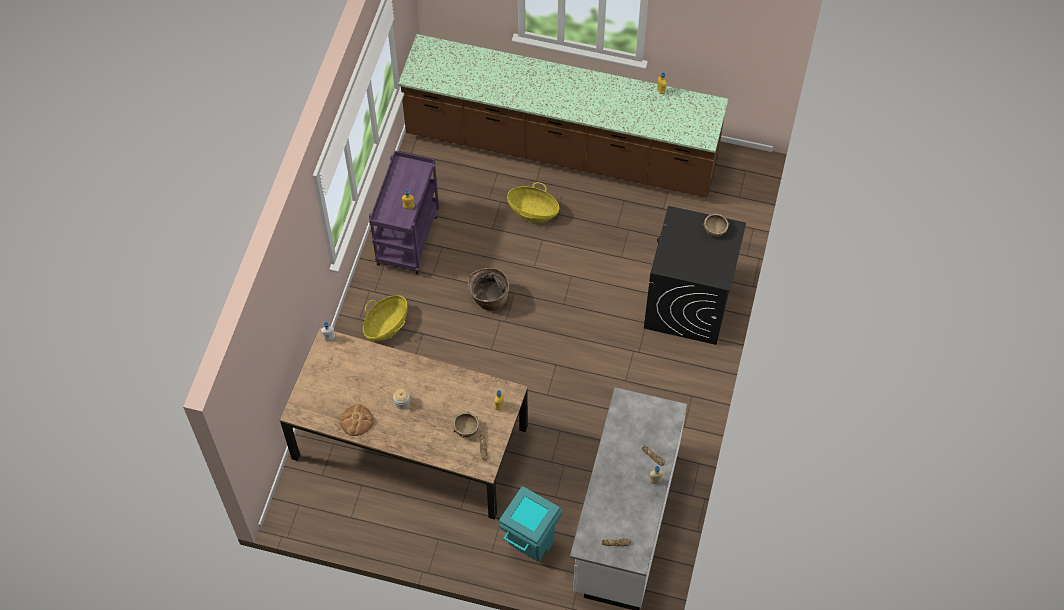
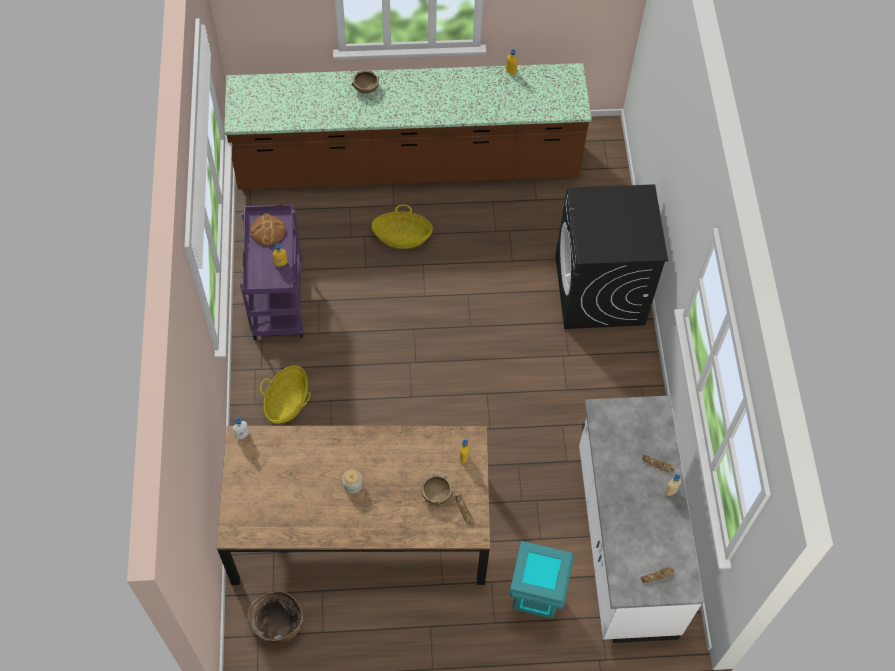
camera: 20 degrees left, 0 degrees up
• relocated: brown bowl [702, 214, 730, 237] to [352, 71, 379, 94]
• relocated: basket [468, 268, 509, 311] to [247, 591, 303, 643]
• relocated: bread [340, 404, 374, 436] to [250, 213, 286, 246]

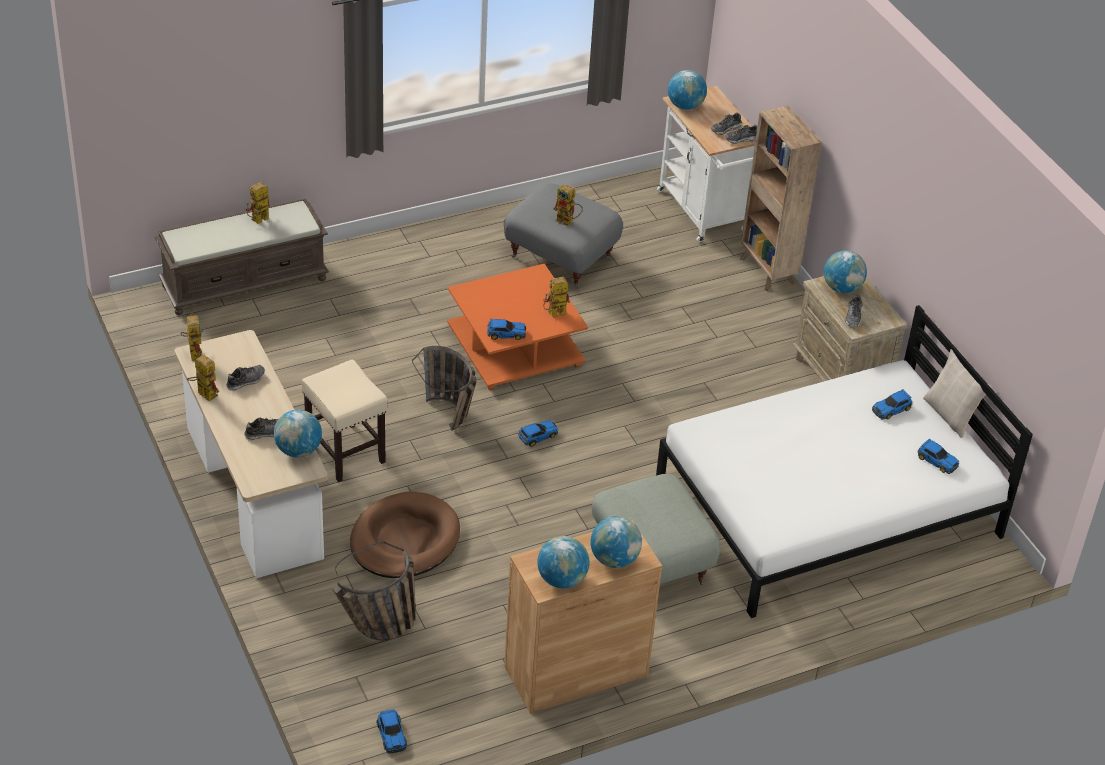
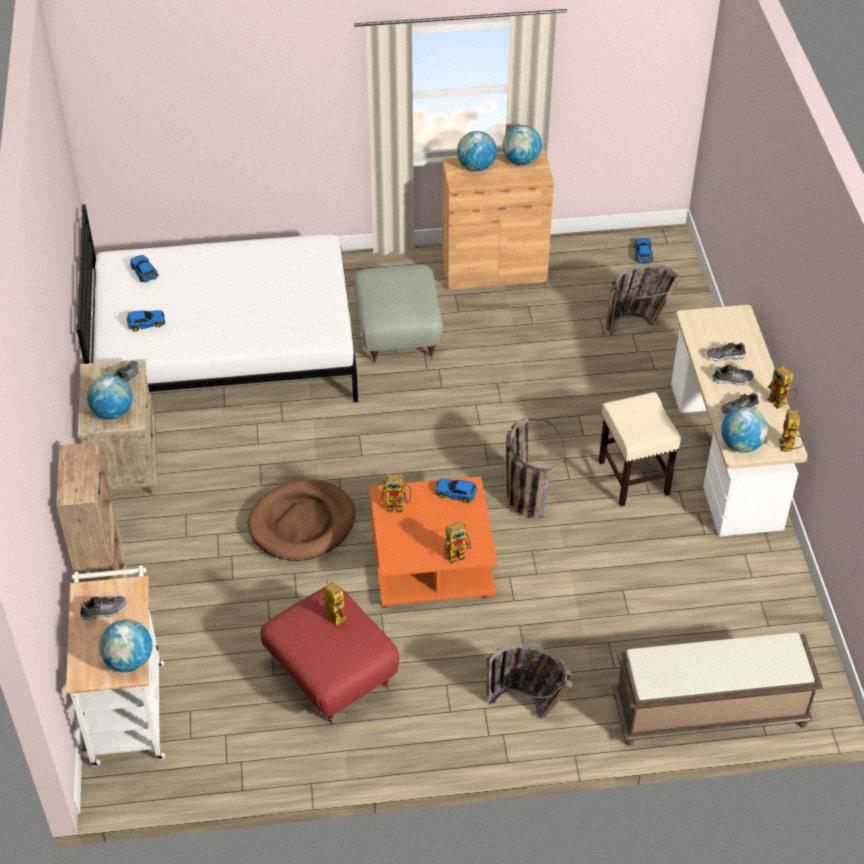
camera: 160 degrees left, 5 degrees up
• relocated: shoe [725, 125, 757, 144] to [712, 365, 754, 386]
• relocated: toy robot [246, 182, 270, 224] to [443, 521, 472, 564]
• colour: grey ottoman [504, 183, 623, 288] to red ottoman [260, 587, 399, 724]
• missing: beige pillow [923, 349, 992, 438]
• relocated: globe [274, 410, 322, 458] to [721, 407, 768, 453]
• missing: toy car [518, 420, 558, 447]
• relocated: brown dog bed [350, 492, 460, 578] to [248, 479, 356, 561]
• appeared: basket [486, 644, 573, 719]

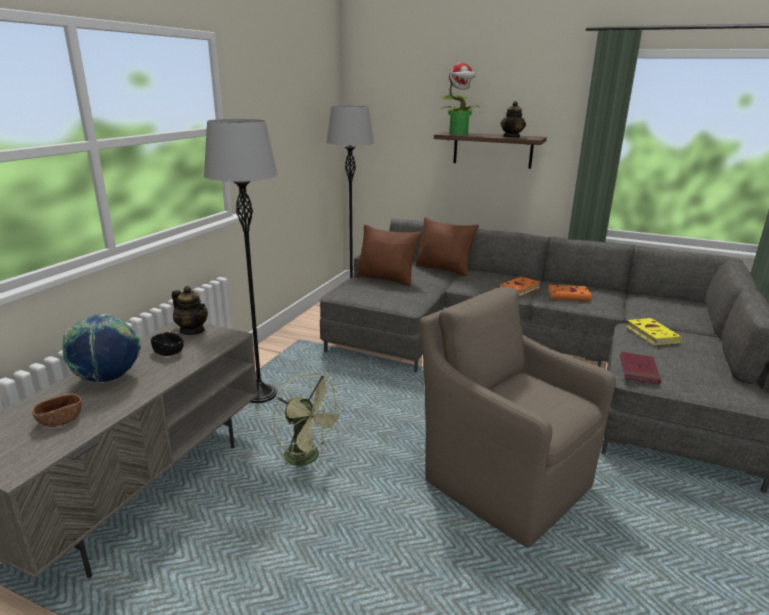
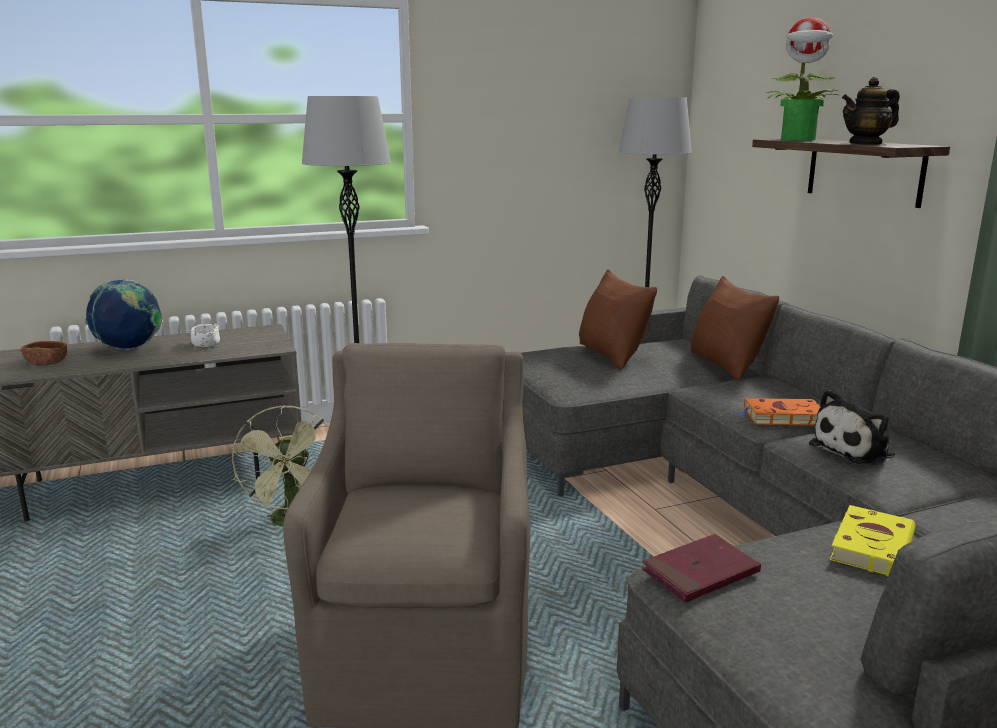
camera: 45 degrees right, 5 degrees down
• exchanged: orange book [548, 285, 597, 301] to plush toy [809, 390, 895, 465]
• missing: teapot [172, 286, 208, 335]
• colour: black bowl [151, 332, 184, 356] to white bowl [191, 324, 220, 347]

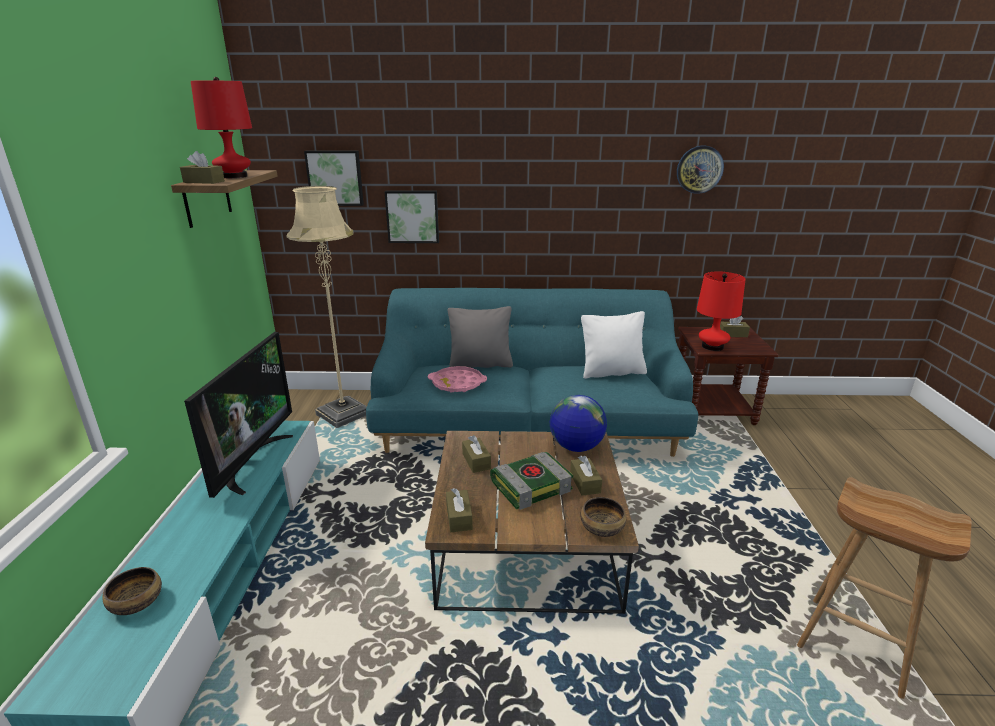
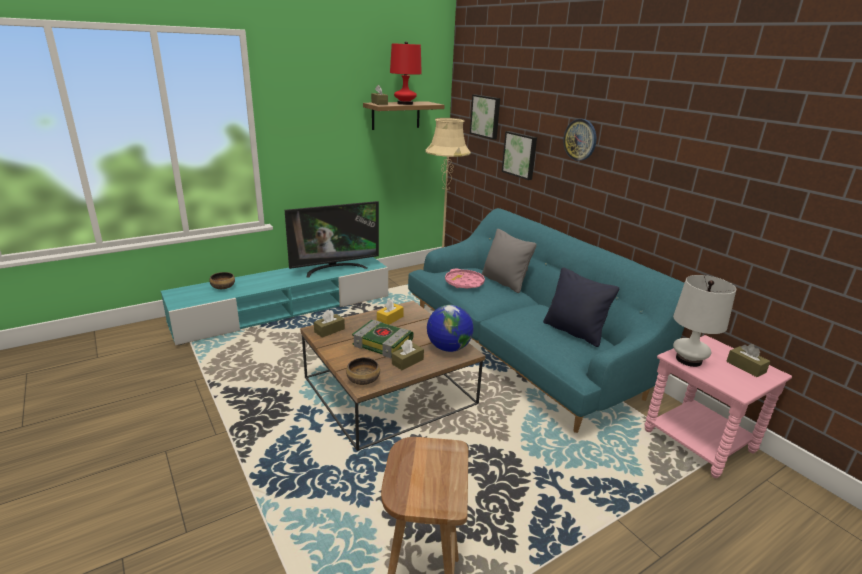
camera: 55 degrees right, 0 degrees up
• relocated: wall clock [677, 146, 724, 194] to [563, 119, 597, 161]
• colour: red table lamp [697, 271, 746, 351] to white table lamp [673, 275, 736, 367]
• colour: white pillow [581, 311, 647, 379] to black pillow [543, 267, 619, 347]
• colour: brown side table [678, 327, 778, 425] to pink side table [644, 335, 792, 478]
• colour: brown tissue box [462, 435, 491, 473] to yellow tissue box [377, 299, 404, 325]

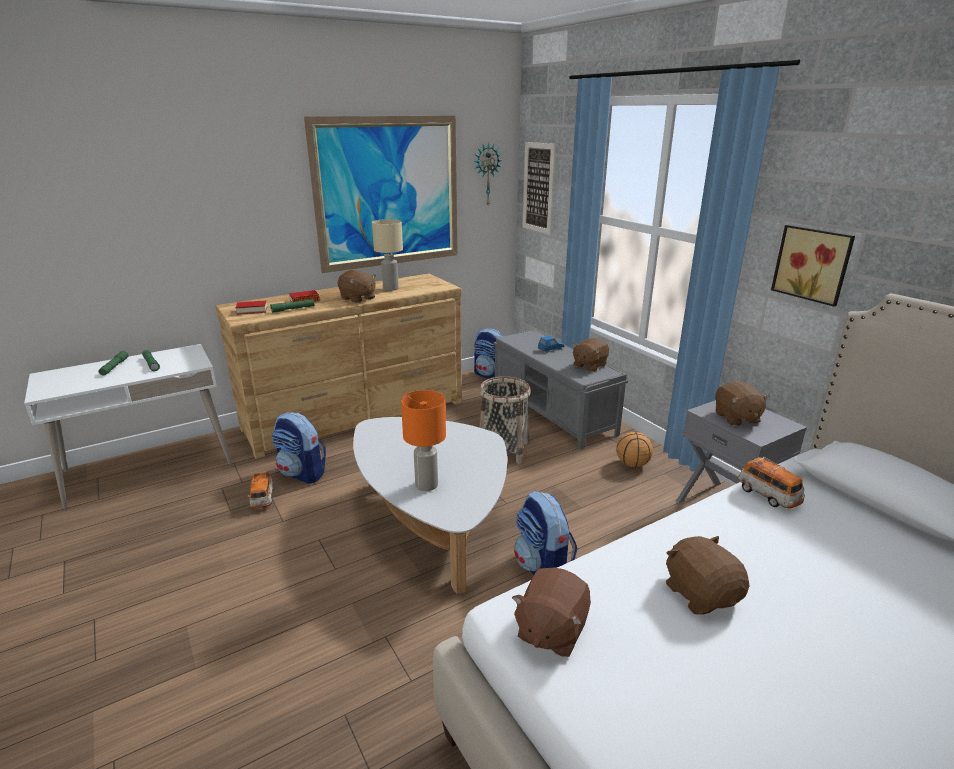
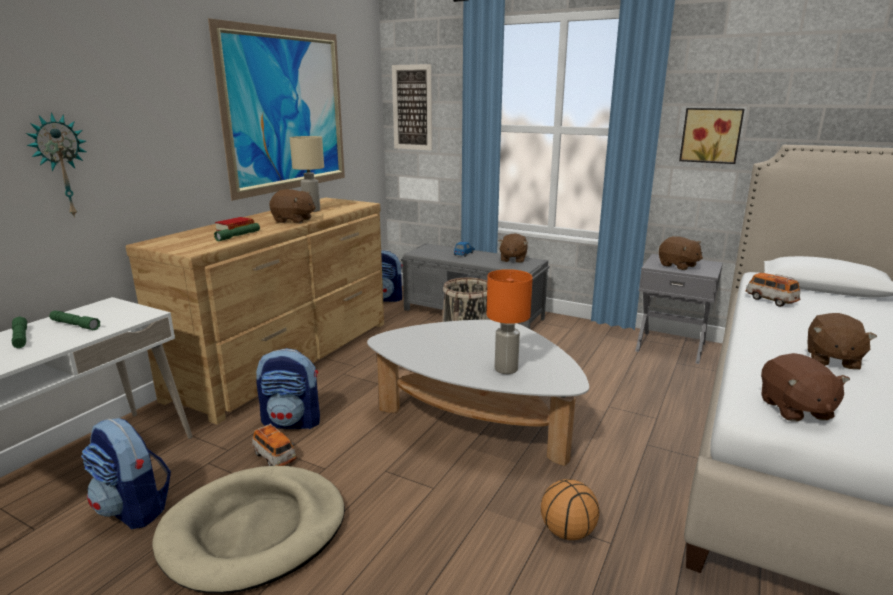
camera: 30 degrees left, 5 degrees down
• relocated: wall clock [474, 143, 502, 205] to [26, 112, 86, 218]
• missing: book [236, 300, 267, 315]
• relocated: basketball [616, 432, 653, 467] to [541, 479, 599, 540]
• spun: toy car [738, 457, 805, 508] = [746, 273, 800, 307] 150 degrees counterclockwise
• relocated: backpack [514, 491, 577, 575] to [81, 418, 171, 529]
• spun: brown plush toy [666, 536, 750, 615] = [807, 313, 877, 370] 105 degrees counterclockwise
• appeared: beige dog bed [152, 466, 345, 593]

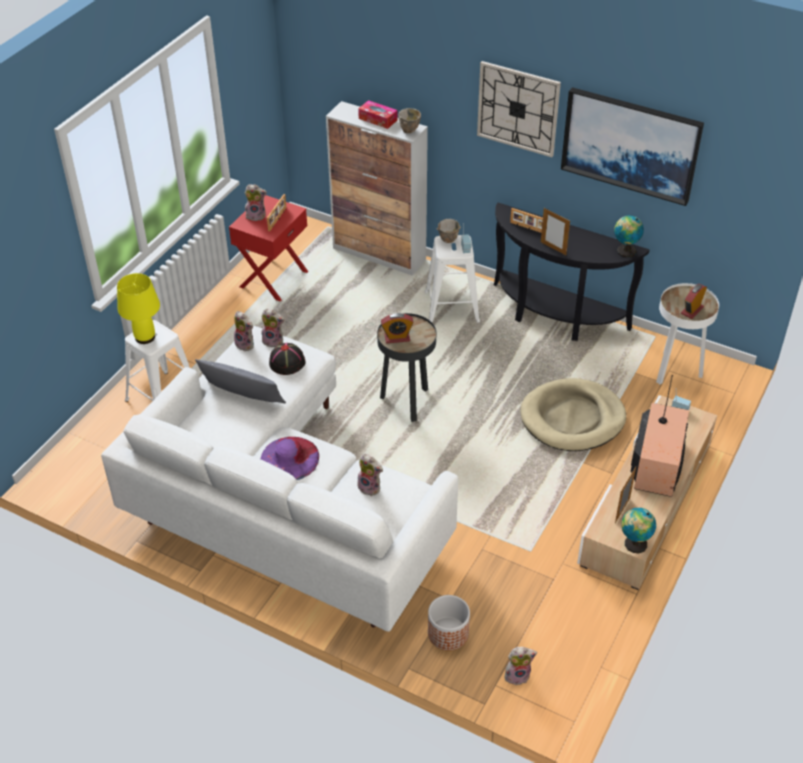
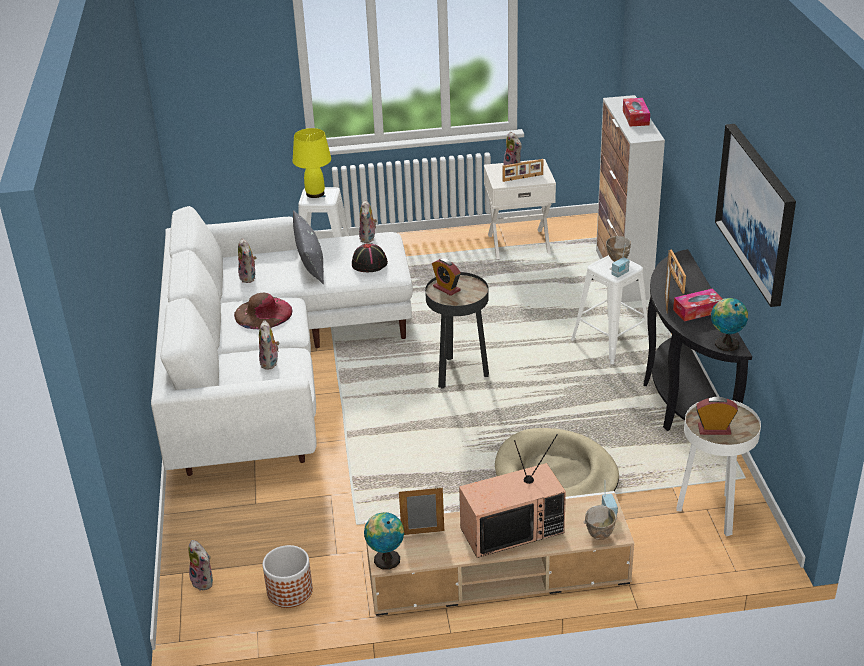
camera: 55 degrees right, 10 degrees down
• missing: wall clock [477, 61, 561, 157]
• relocated: bowl [399, 108, 421, 133] to [584, 505, 617, 540]
• colour: red nightstand [229, 195, 308, 301] to white nightstand [484, 159, 556, 259]
• relocated: plush toy [261, 309, 285, 347] to [238, 238, 256, 283]
• colour: purple hat [260, 437, 319, 480] to brown hat [234, 293, 292, 329]
• relocated: planter [428, 595, 470, 651] to [263, 545, 313, 608]
• appeared: tissue box [673, 289, 723, 321]

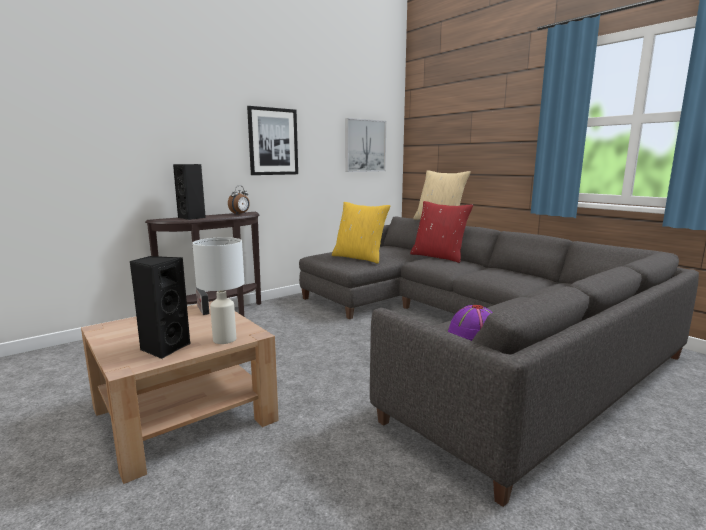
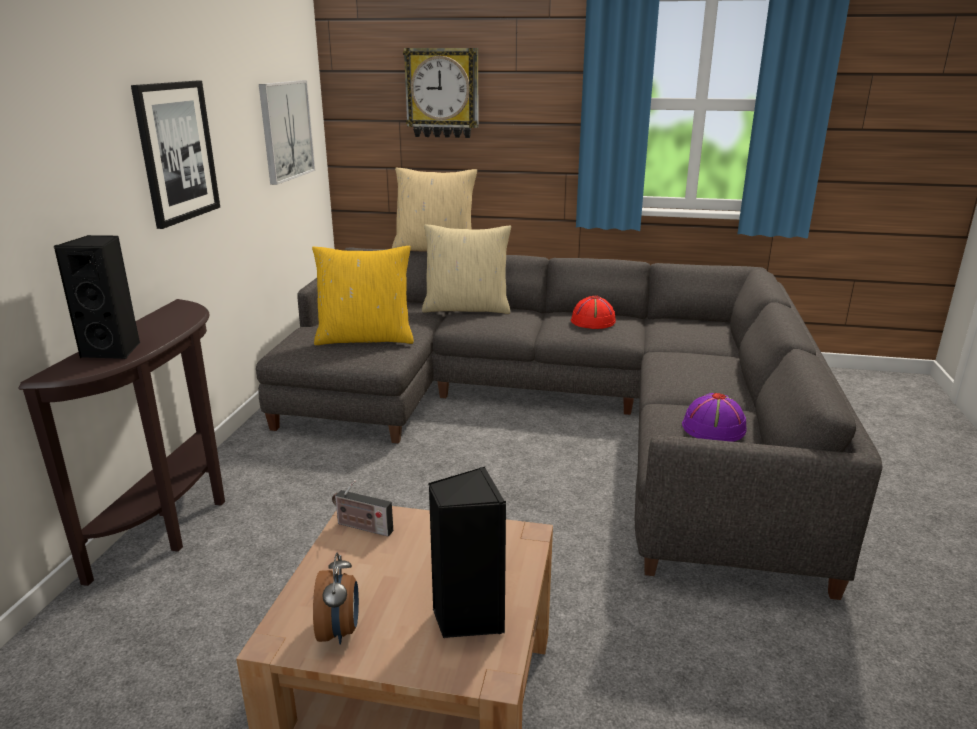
camera: 40 degrees left, 10 degrees up
• relocated: alarm clock [228, 186, 250, 215] to [313, 553, 359, 645]
• colour: red pillow [410, 201, 473, 263] to beige pillow [422, 224, 511, 314]
• missing: white table lamp [193, 237, 244, 344]
• appeared: wall clock [403, 48, 479, 138]
• appeared: red hat [571, 295, 616, 329]

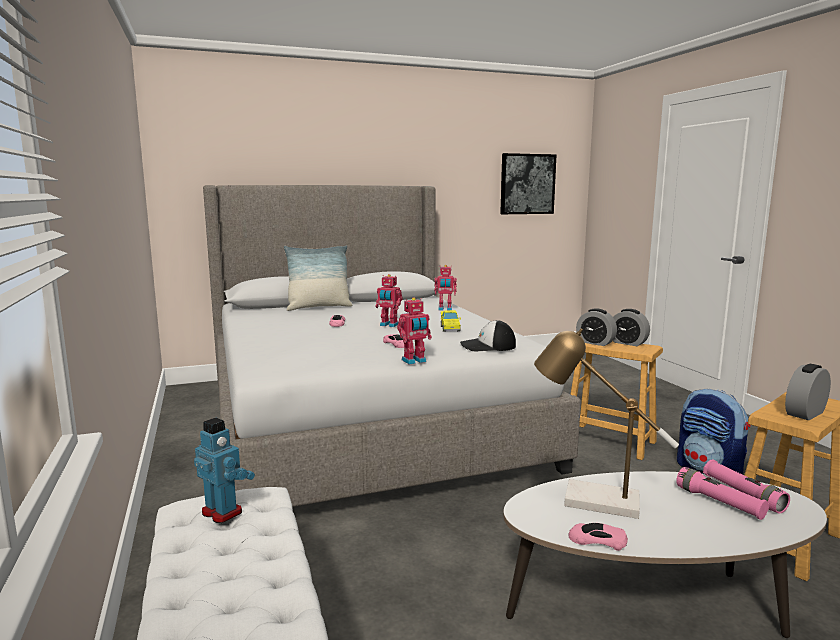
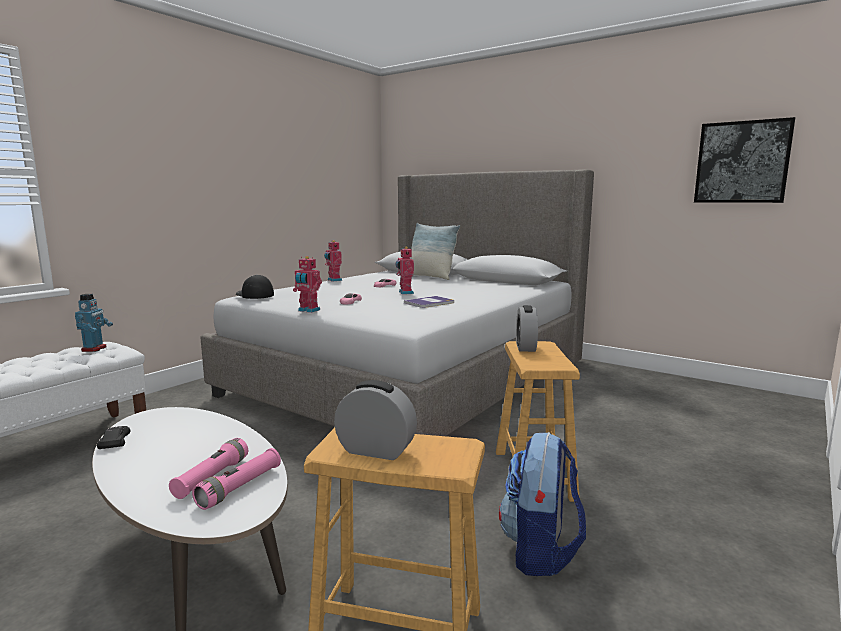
camera: 55 degrees right, 0 degrees up
• relocated: toy robot [434, 265, 457, 311] to [324, 240, 342, 282]
• missing: alarm clock [613, 309, 650, 346]
• exchanged: yellow toy car [441, 310, 461, 332] to book [404, 296, 454, 308]
• relocated: cap [460, 320, 516, 351] to [236, 274, 274, 299]
• missing: table lamp [534, 328, 679, 519]
• colour: pink toy car [568, 523, 628, 551] to black toy car [97, 426, 131, 449]

